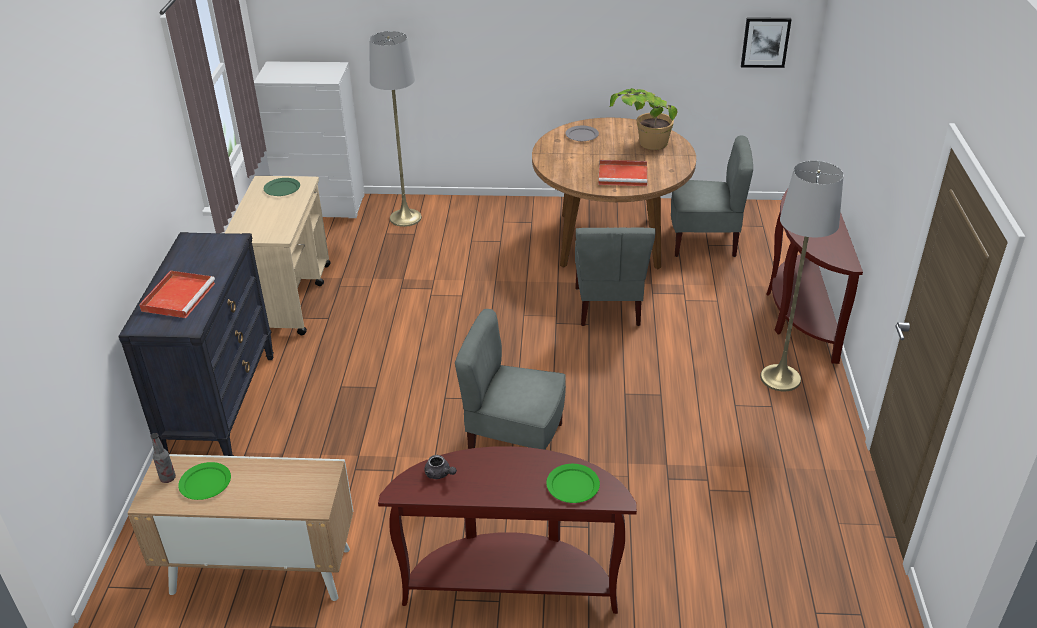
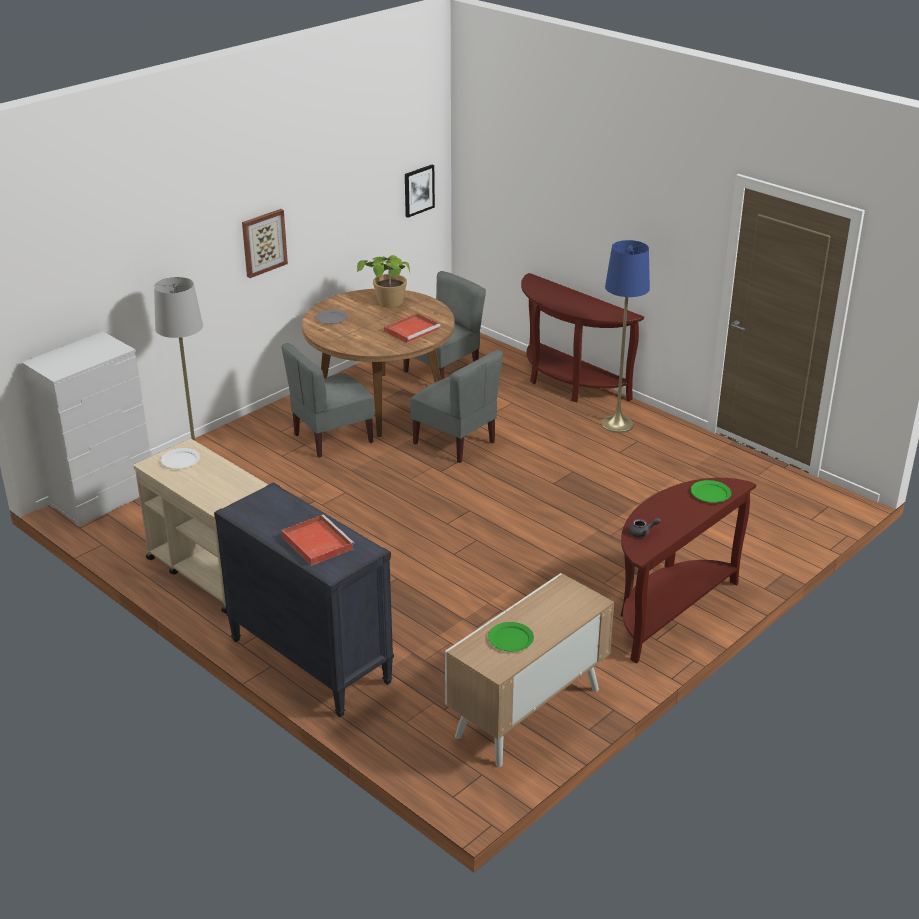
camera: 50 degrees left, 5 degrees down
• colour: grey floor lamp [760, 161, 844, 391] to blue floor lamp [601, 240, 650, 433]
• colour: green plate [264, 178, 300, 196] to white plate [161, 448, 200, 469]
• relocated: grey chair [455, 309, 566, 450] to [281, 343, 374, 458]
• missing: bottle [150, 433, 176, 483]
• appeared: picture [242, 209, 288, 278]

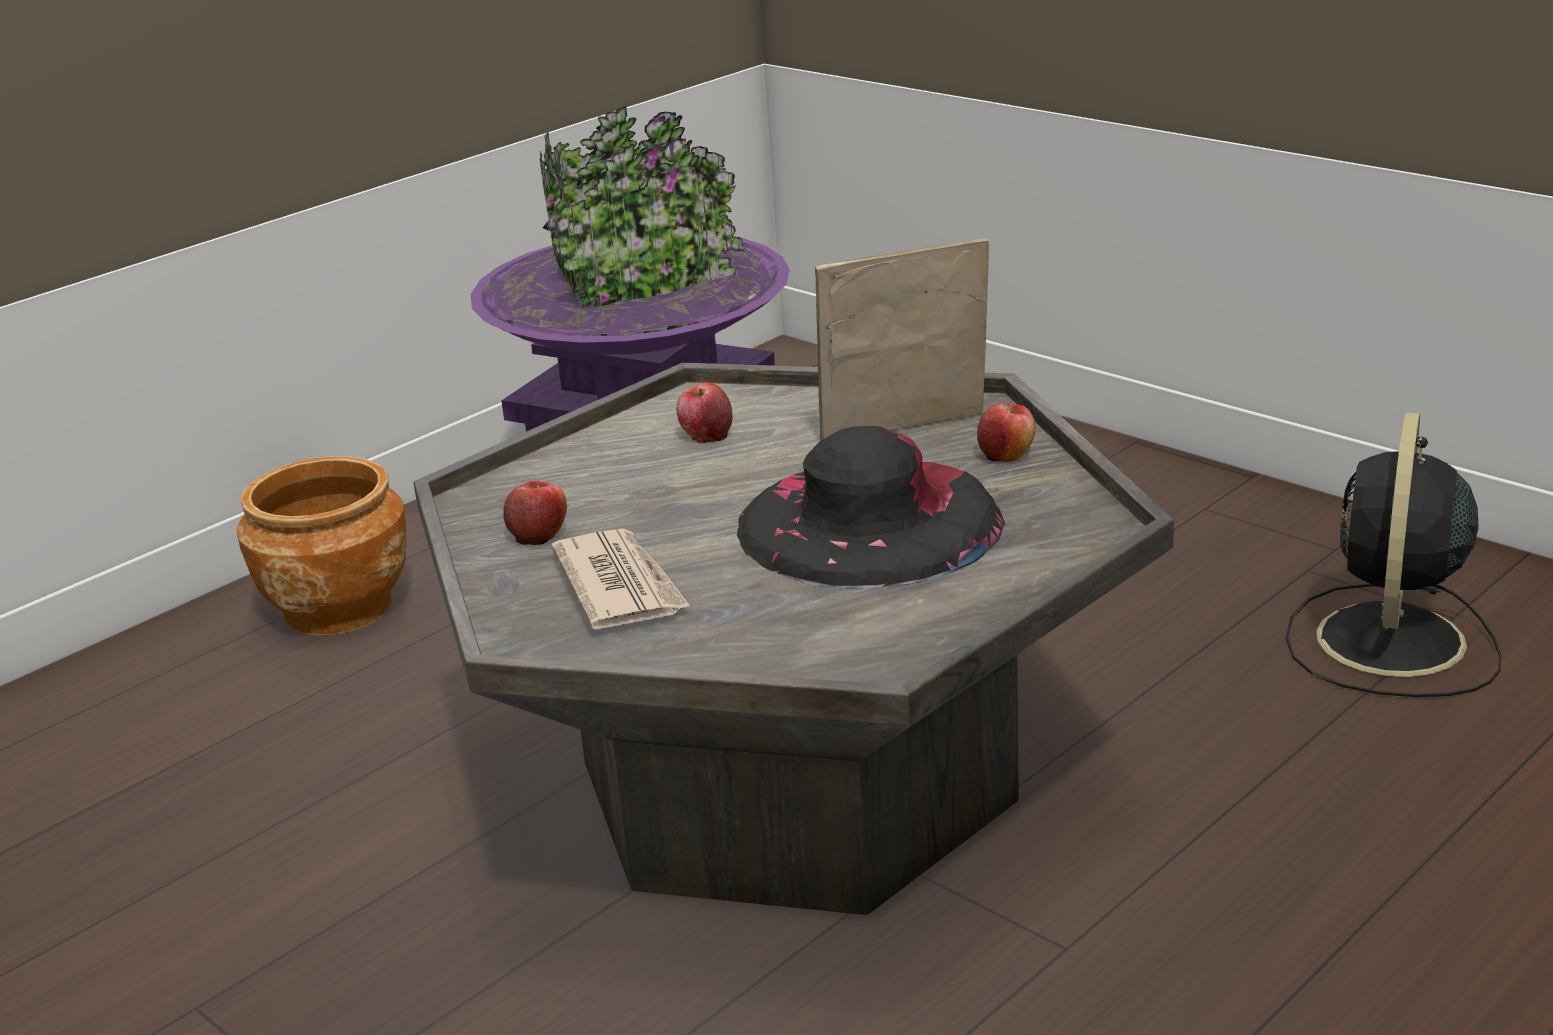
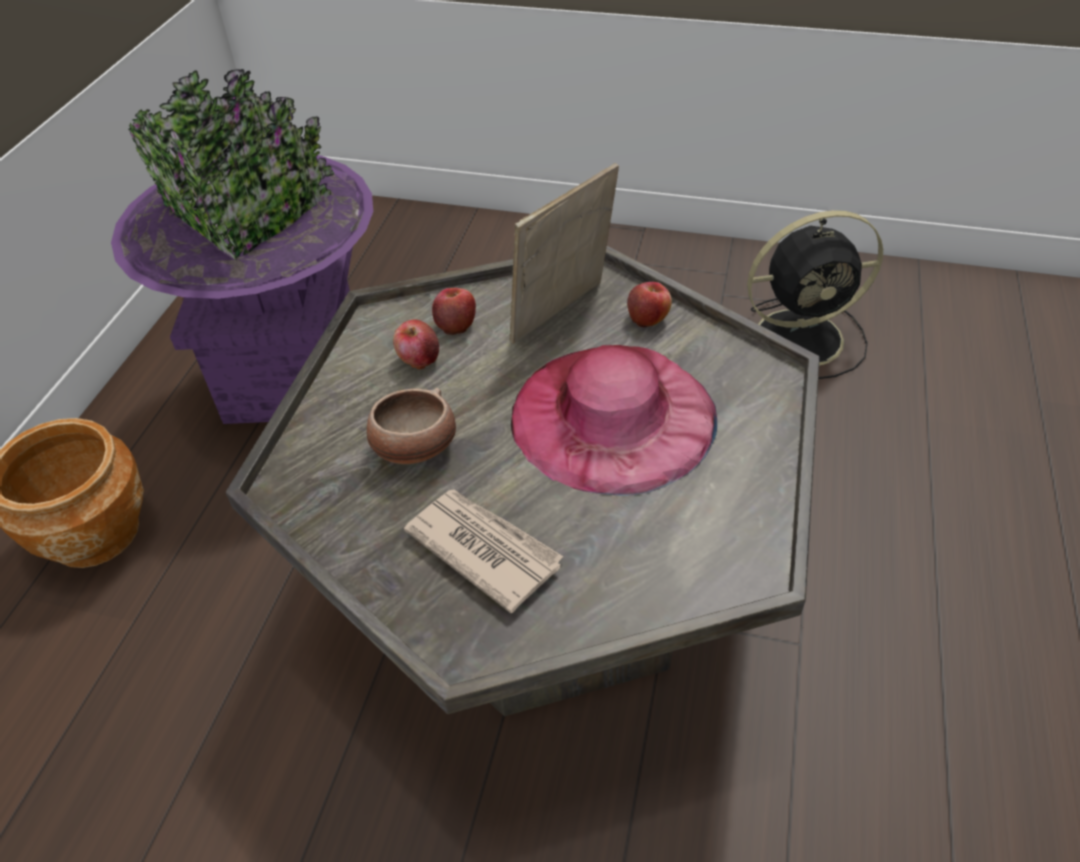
camera: 30 degrees left, 20 degrees up
• spun: black fan [1286, 412, 1502, 697] = [747, 210, 883, 379] 90 degrees counterclockwise
• colour: black hat [737, 426, 1005, 588] to pink hat [511, 345, 717, 496]
• relocated: apple [503, 481, 567, 545] to [432, 288, 476, 335]
• appeared: bowl [367, 388, 456, 464]

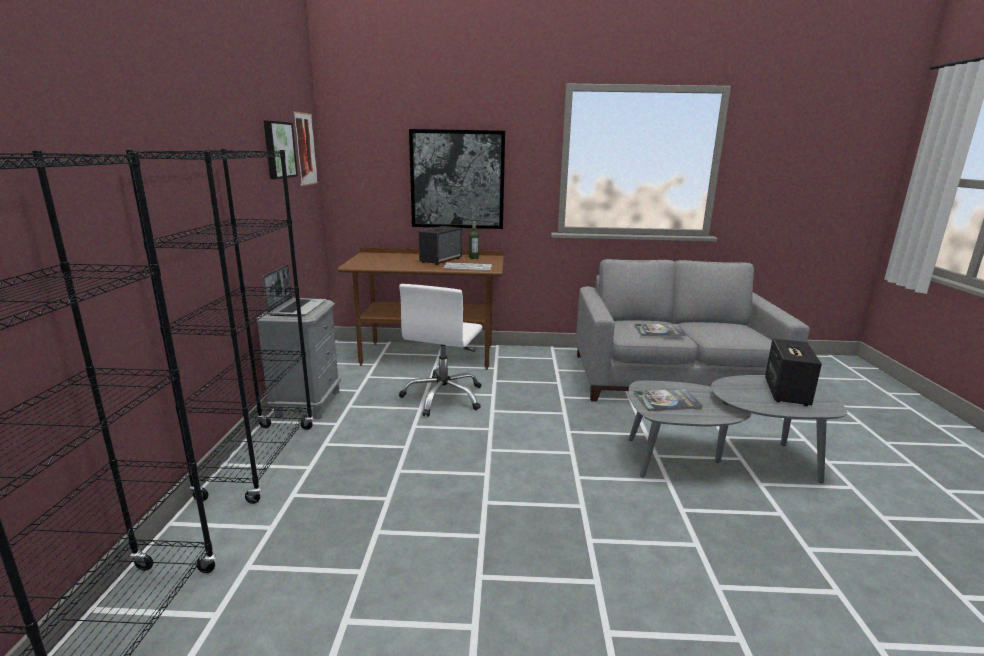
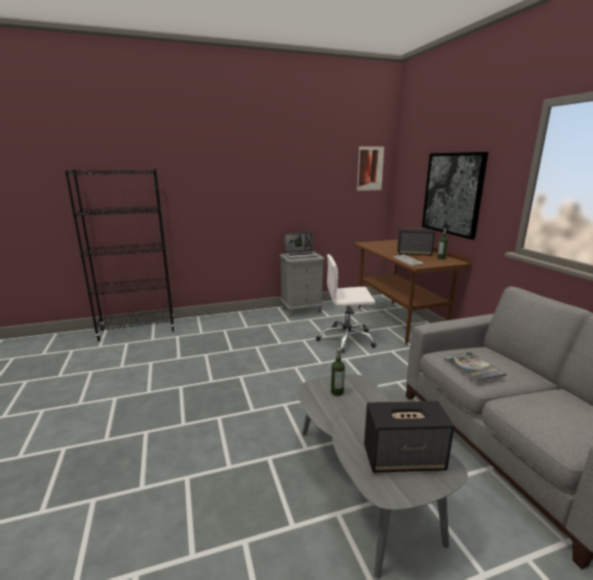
camera: 70 degrees right, 0 degrees up
• missing: picture [264, 121, 298, 179]
• missing: black bookcase [126, 149, 314, 504]
• exchanged: book [634, 389, 702, 411] to bottle [331, 348, 345, 396]

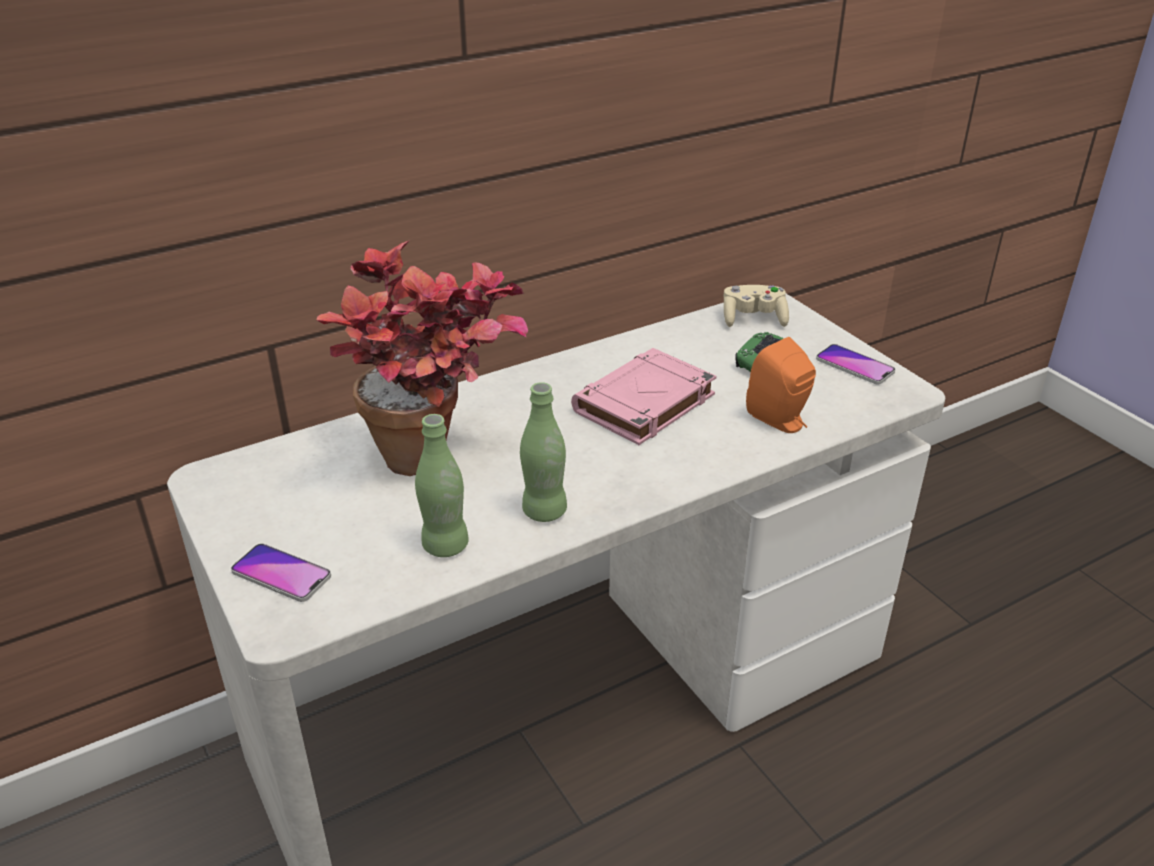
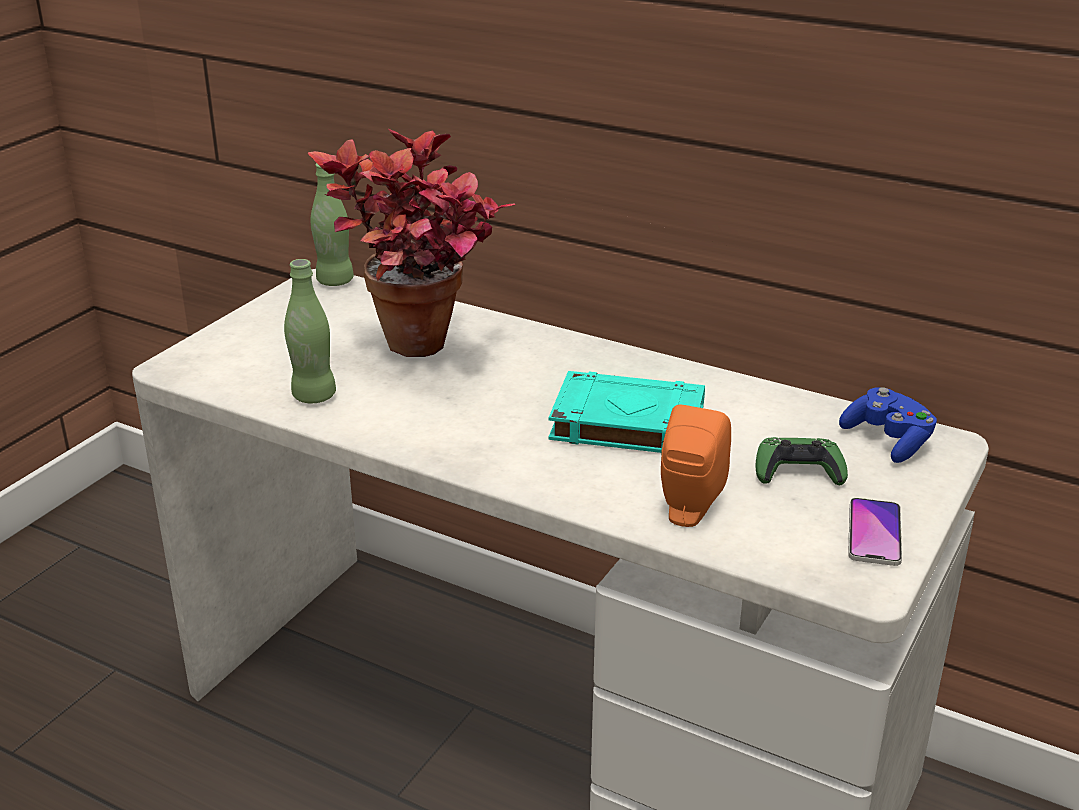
camera: 60 degrees right, 5 degrees down
• colour: beige game controller [724, 285, 789, 327] to blue game controller [839, 387, 937, 463]
• colour: pink book [571, 348, 717, 445] to turquoise book [548, 371, 705, 454]
• relocated: green bottle [520, 382, 567, 522] to [311, 163, 354, 286]
• missing: phone [231, 544, 331, 602]

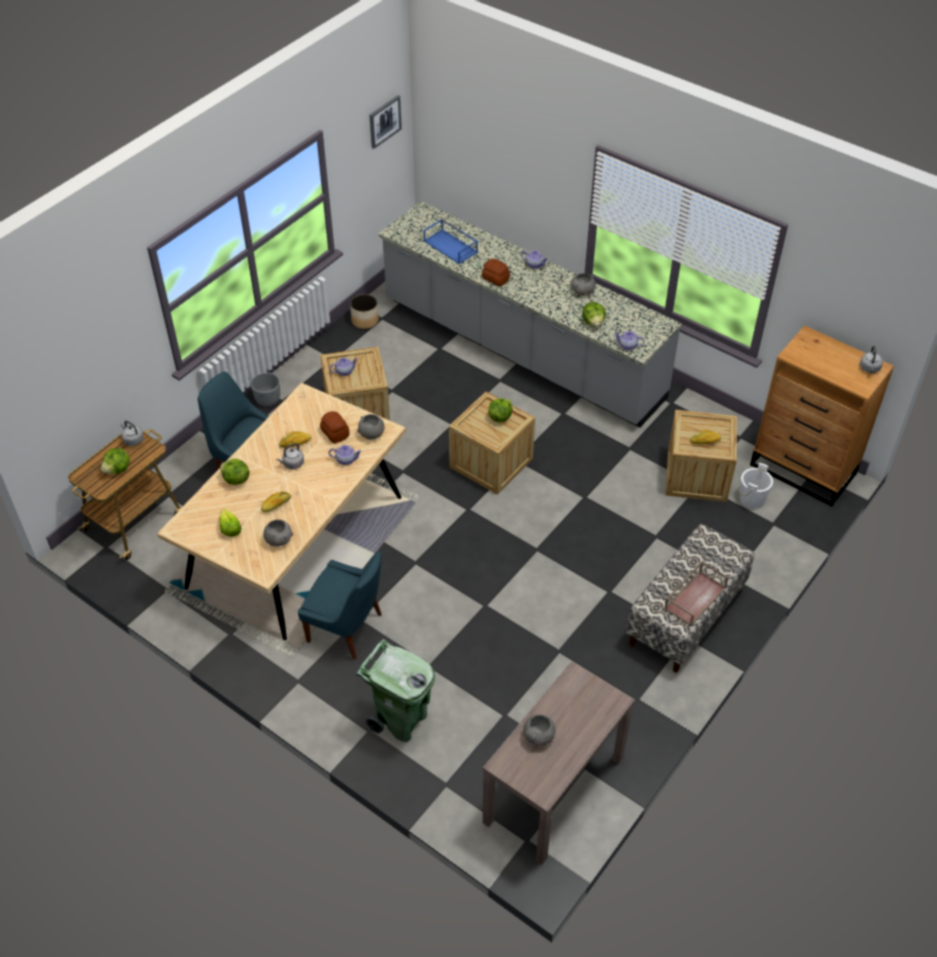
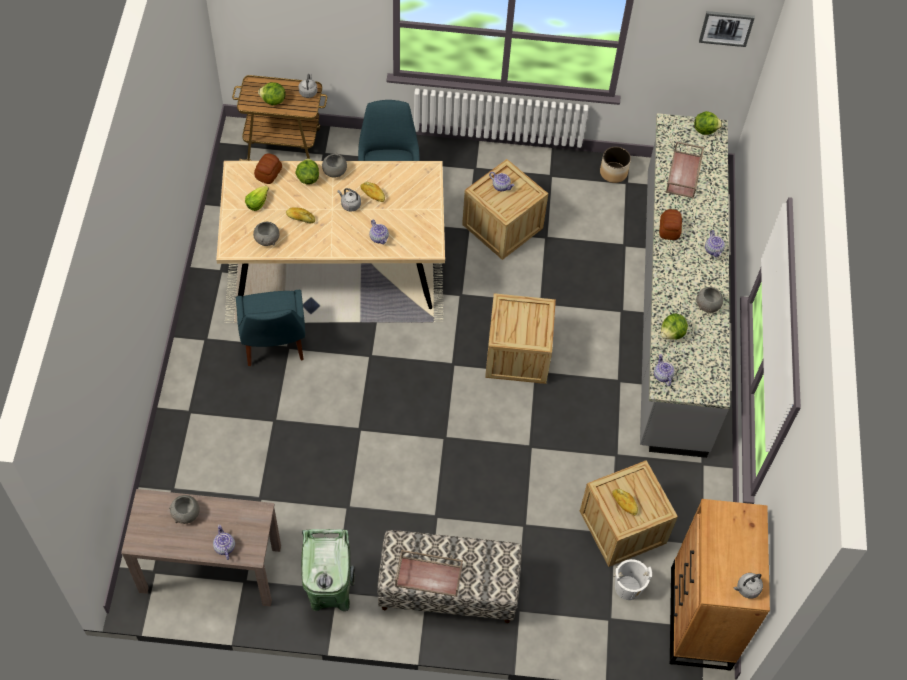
camera: 55 degrees right, 10 degrees up
• colour: blue tray [424, 219, 478, 264] to brown tray [666, 142, 704, 199]
• missing: grey planter [251, 372, 280, 407]
• relocated: lettuce [488, 398, 512, 423] to [694, 111, 722, 135]
• relocated: bread [320, 411, 349, 443] to [254, 153, 282, 184]
• relocated: grey bowl [357, 414, 385, 439] to [322, 152, 347, 178]
• relocated: green trash can [356, 639, 435, 742] to [301, 529, 355, 611]
• appeared: teapot [213, 525, 235, 560]

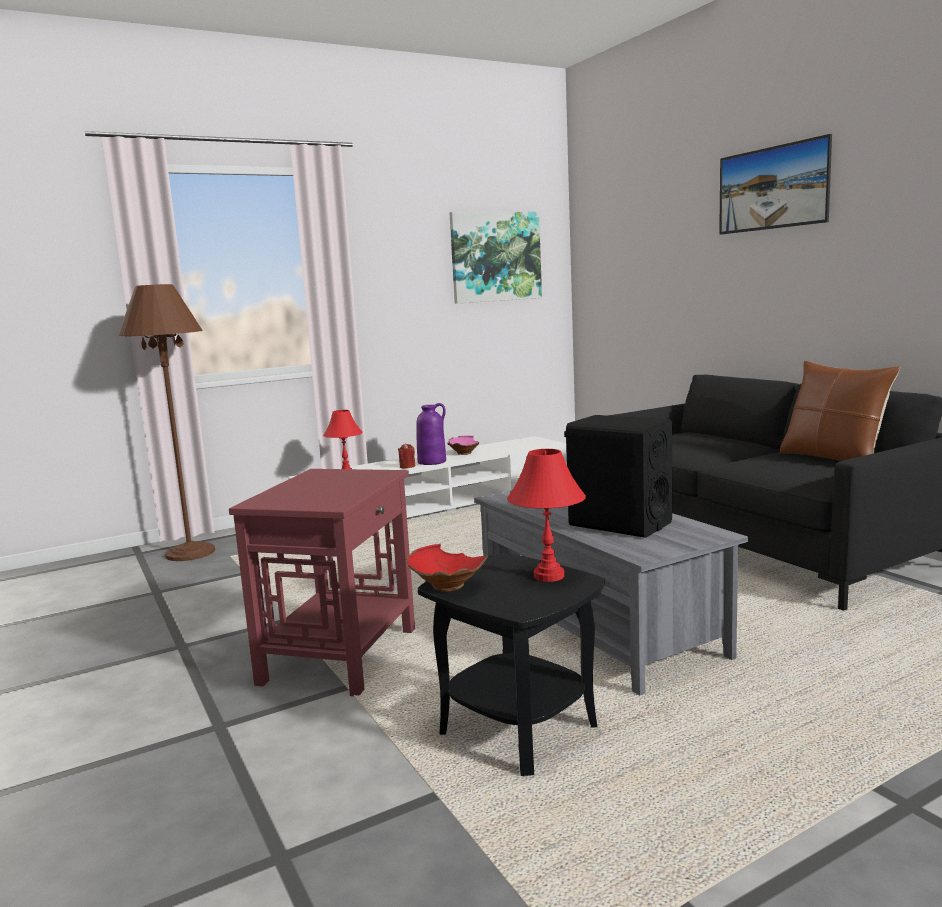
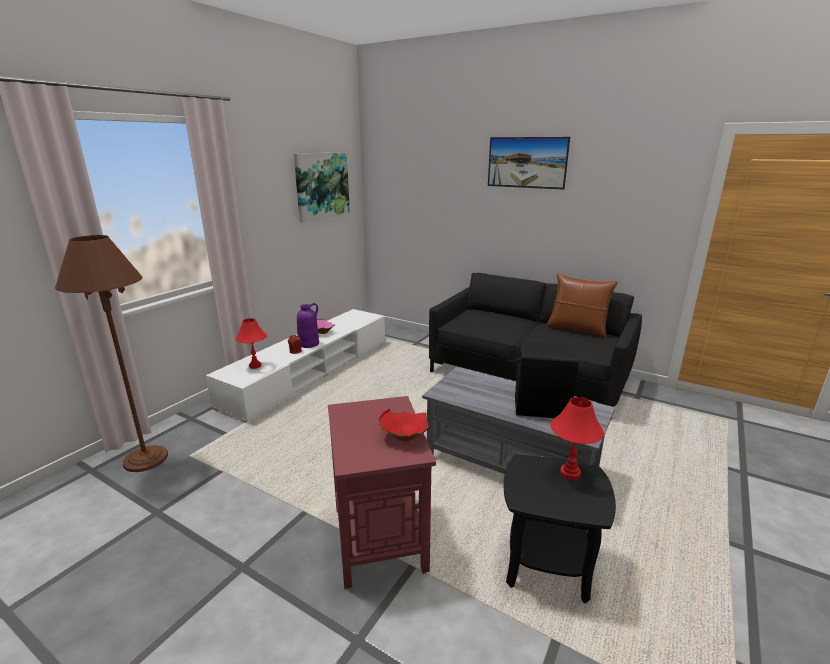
camera: 30 degrees left, 10 degrees up
• relocated: red bowl [405, 544, 488, 592] to [378, 408, 429, 441]

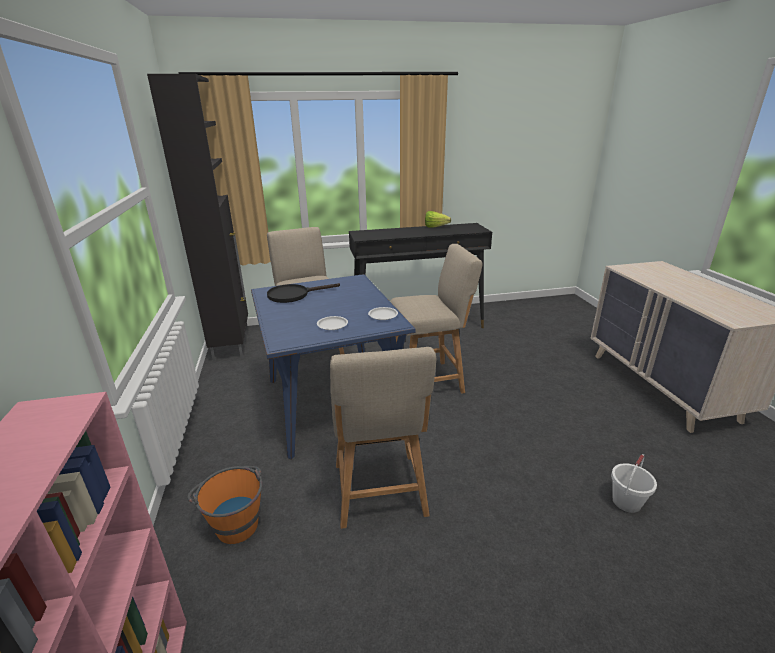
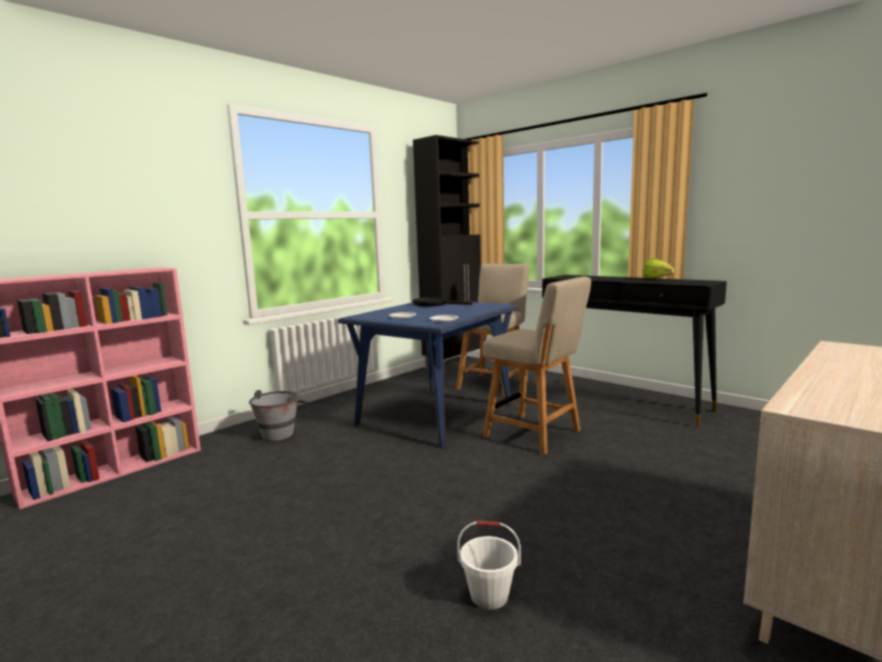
camera: 55 degrees right, 15 degrees down
• missing: beige chair [330, 347, 437, 529]
• colour: orange bucket [187, 466, 263, 544] to grey bucket [249, 390, 309, 441]

